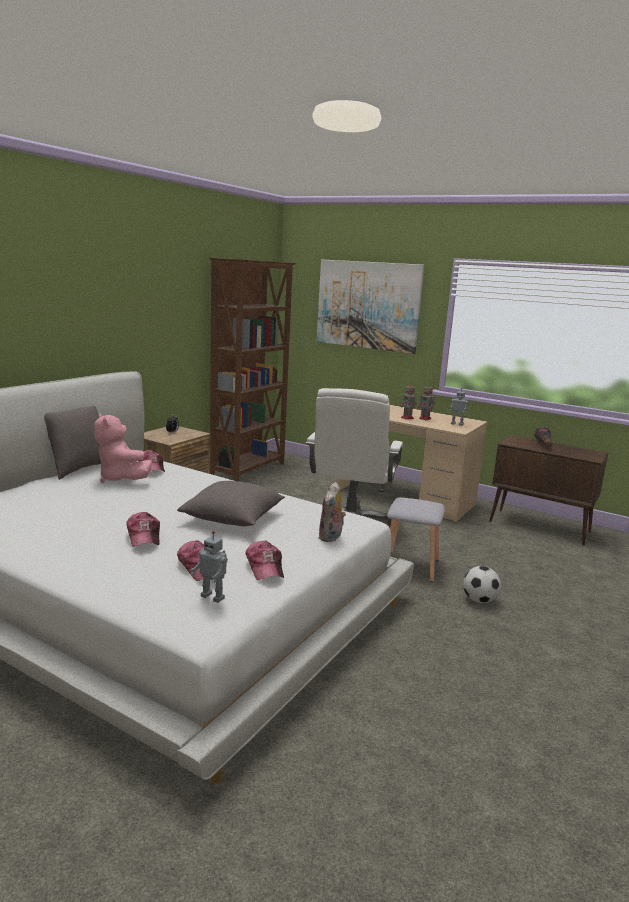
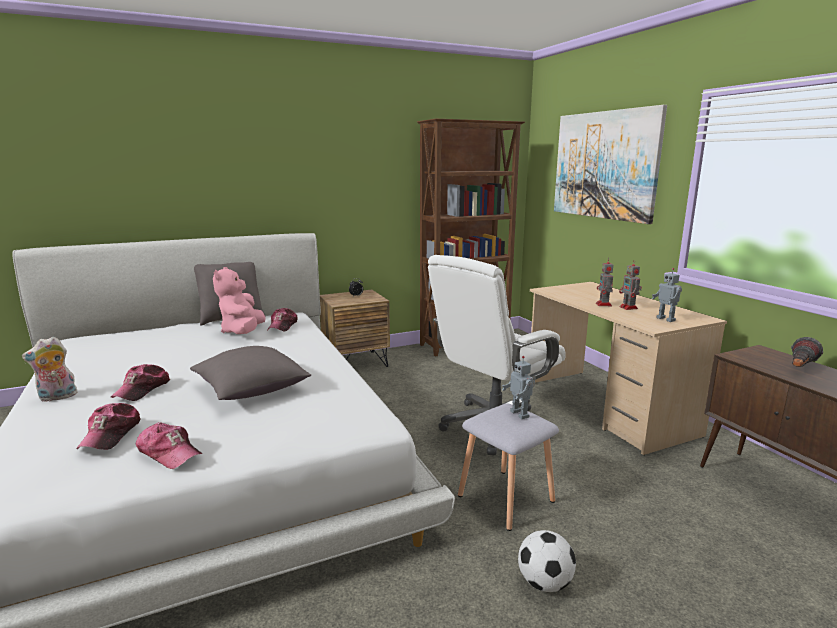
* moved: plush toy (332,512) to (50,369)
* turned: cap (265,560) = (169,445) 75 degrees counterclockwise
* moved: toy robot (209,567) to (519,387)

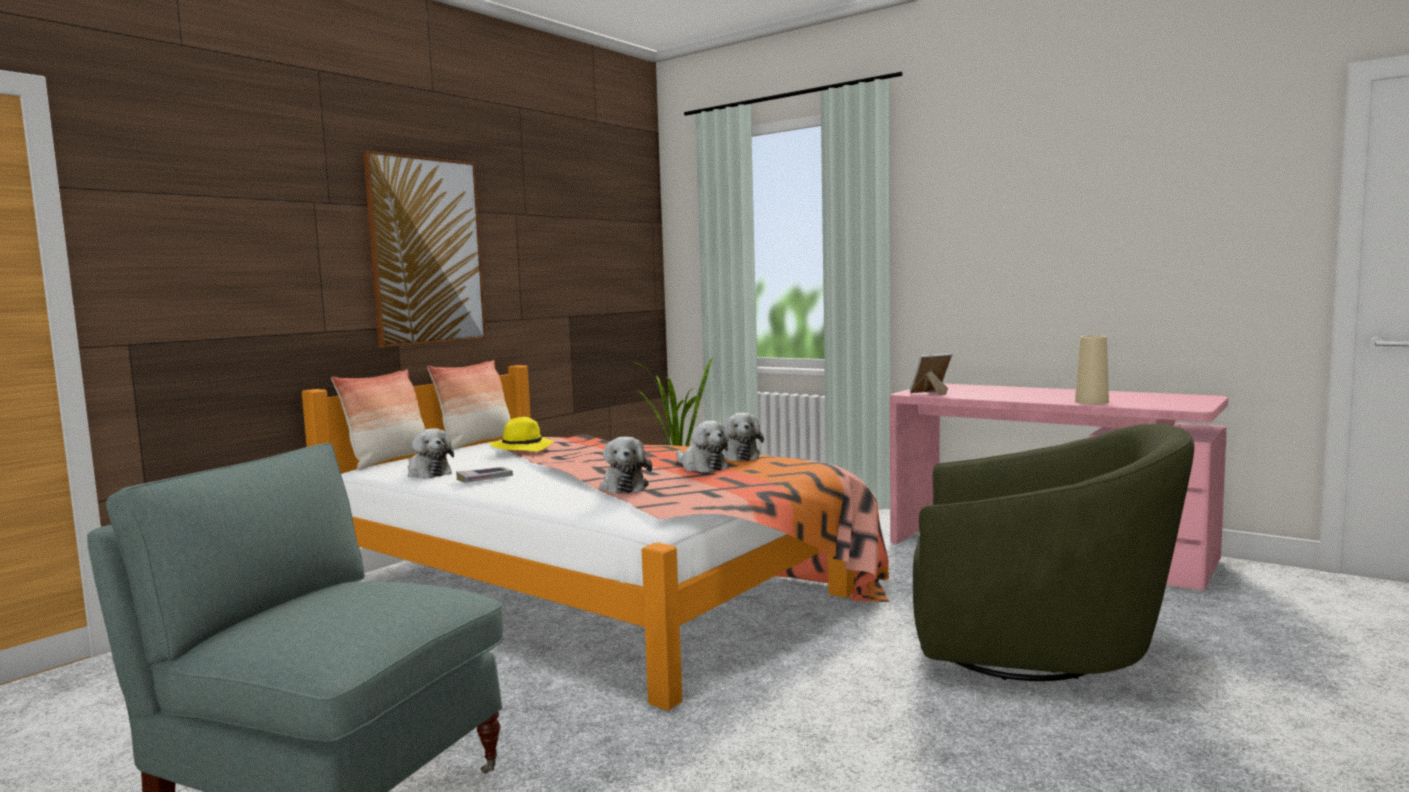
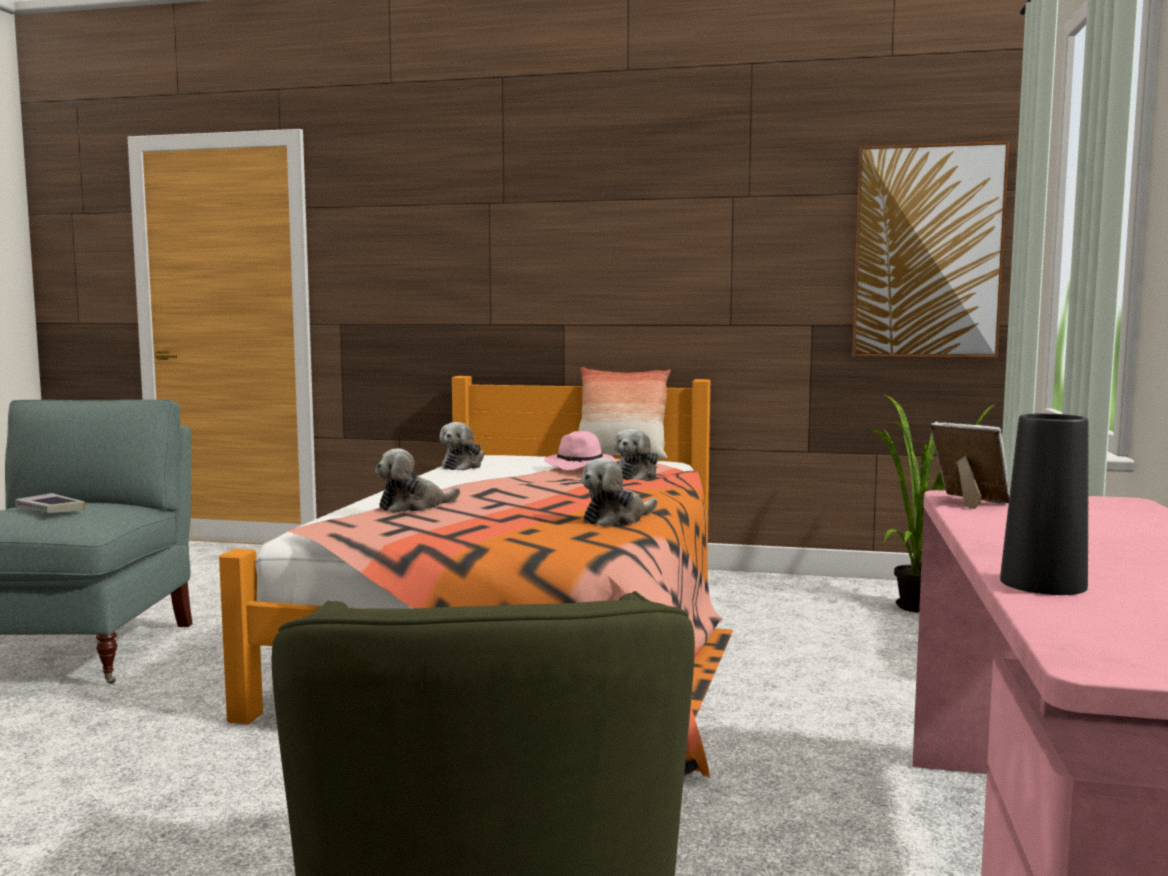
* moved: book (484,475) to (50,503)
* recoloured: yellow hat (522,434) to pink hat (580,450)
* moved: plush toy (702,446) to (636,454)
* moved: picture (424,249) to (930,249)
* recoloured: beige vase (1092,370) to black vase (1044,504)
* removed: pillow (378,419)

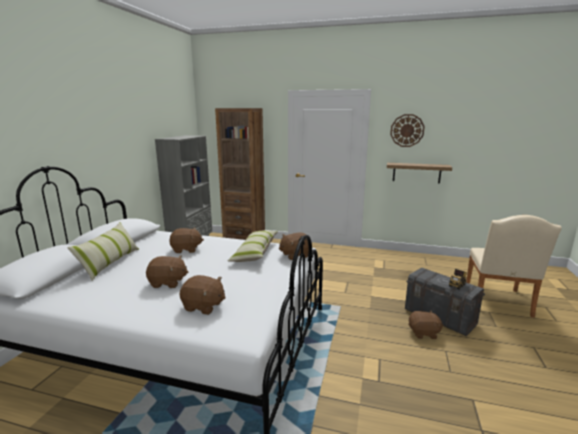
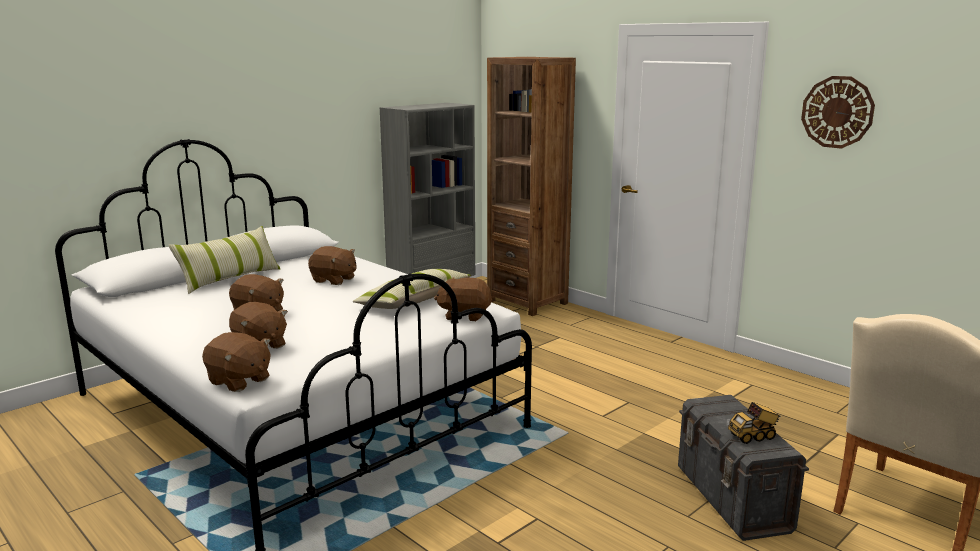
* moved: brown plush toy (426,325) to (236,362)
* removed: shelf (419,173)

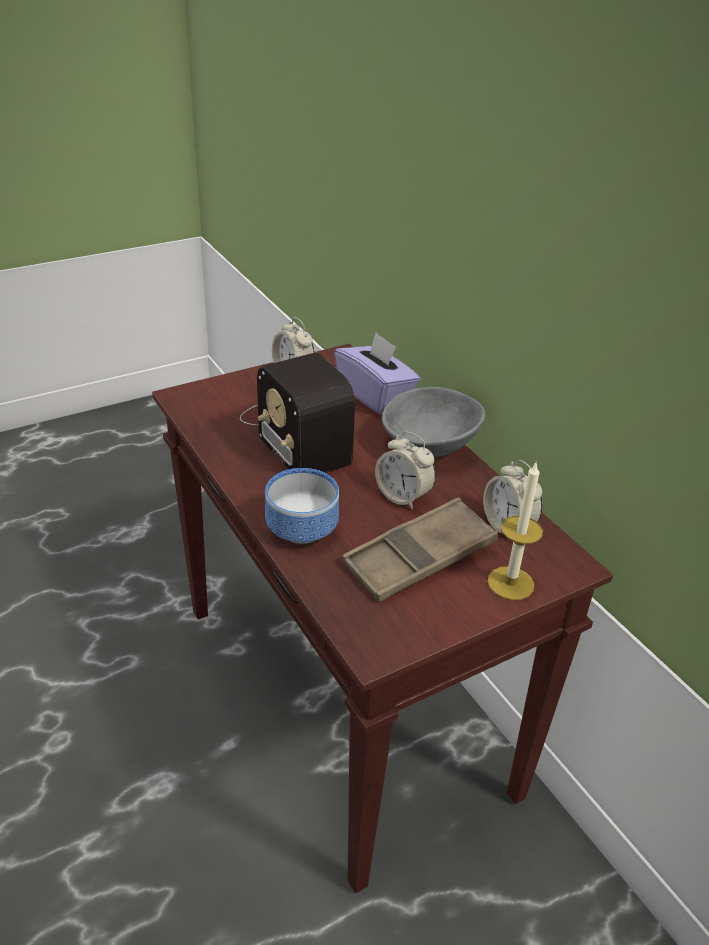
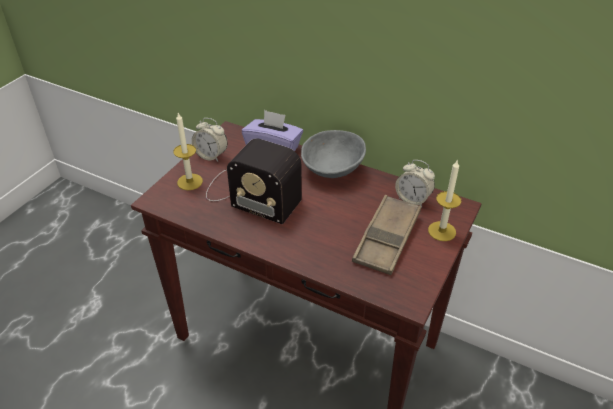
* added: candle (188,151)
* removed: bowl (302,506)
* removed: alarm clock (405,470)

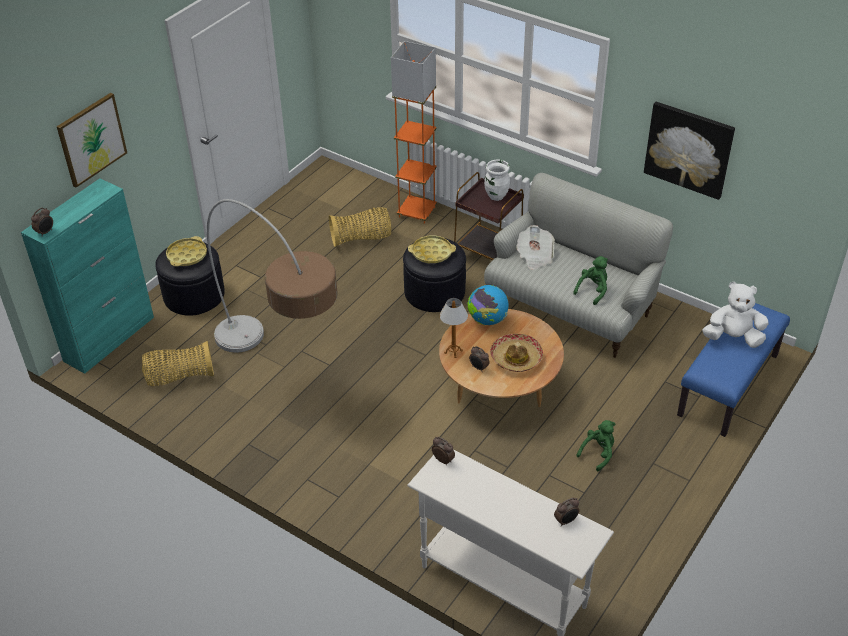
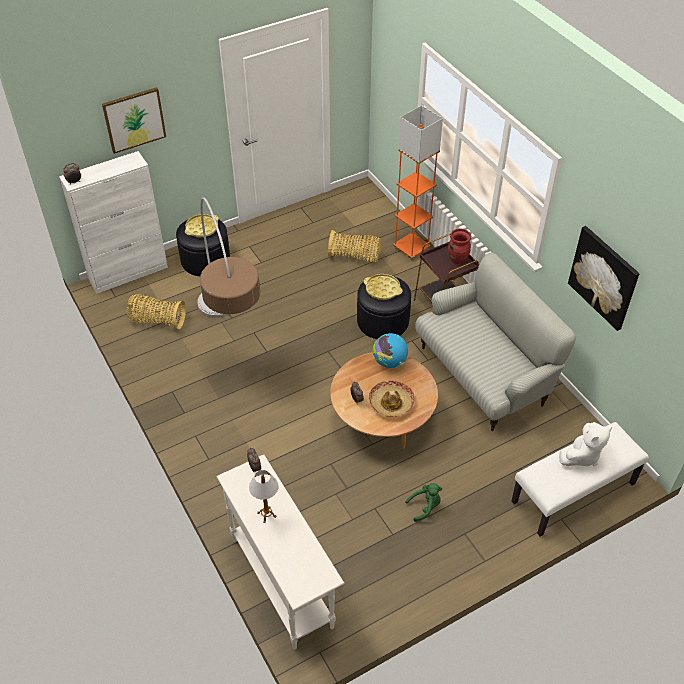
* recoloured: turquoise cabinet (87,276) to white cabinet (113,222)
* moved: table lamp (454,328) to (264,496)
* recoloured: white vase (497,180) to red vase (459,246)
* recoloured: blue bench (733,370) to white bench (580,479)
* turned: white plush toy (735,315) = (585,444) 105 degrees clockwise
* removed: newspaper (535,247)
* removed: alarm clock (566,512)
* removed: green plush toy (590,280)

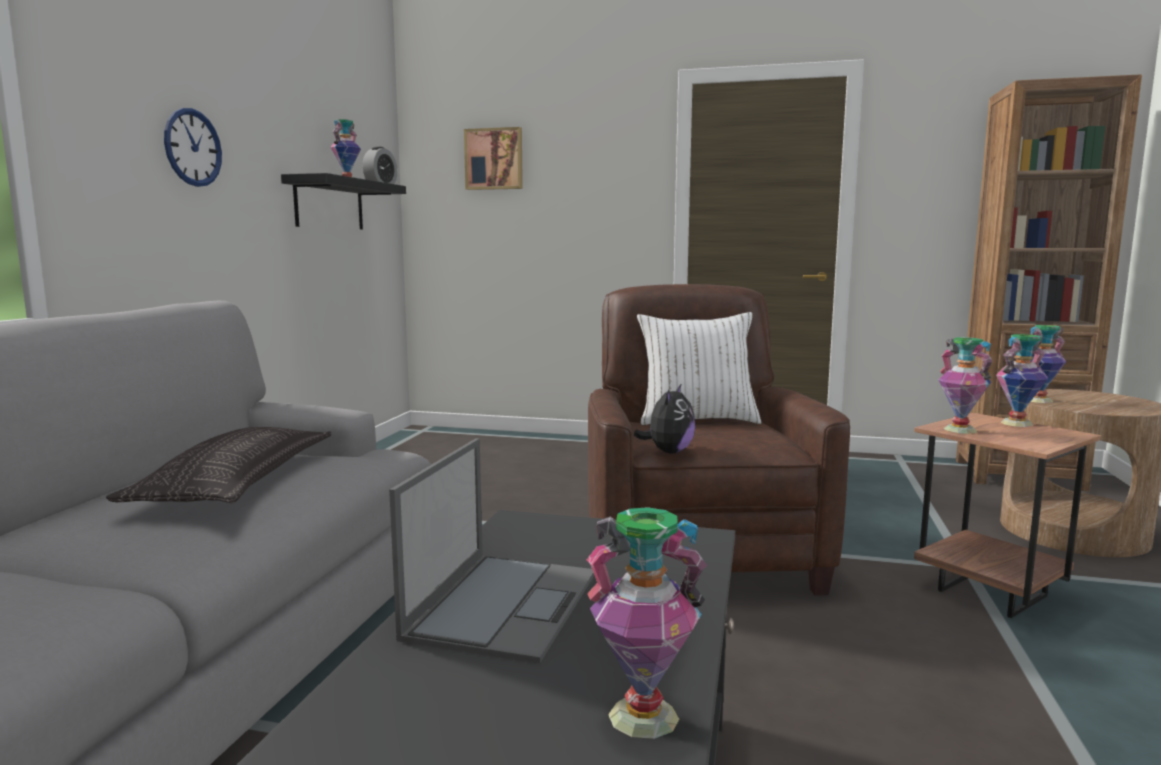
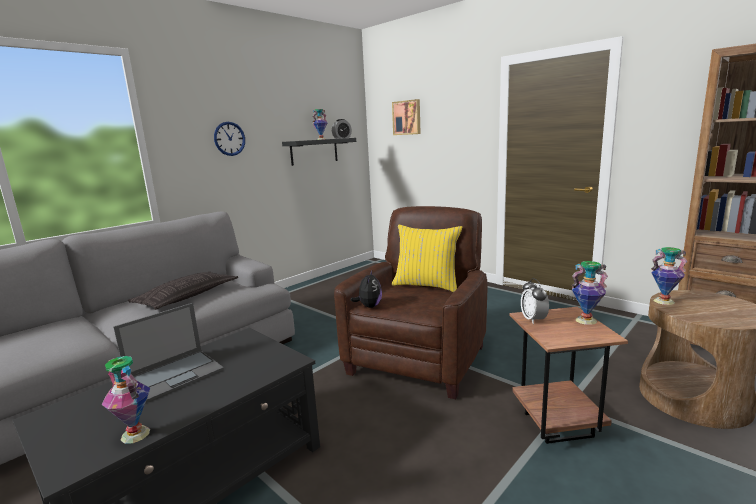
* turned: plush toy (665,418) = (366,289) 45 degrees counterclockwise
* recoloured: white pillow (699,368) to yellow pillow (427,258)
* replaced: vase (966,385) to alarm clock (535,301)

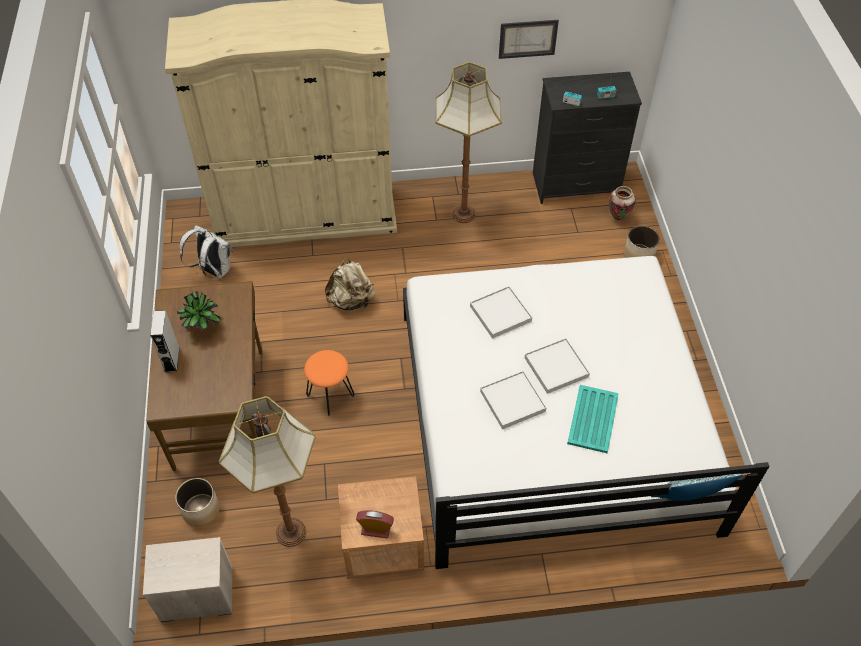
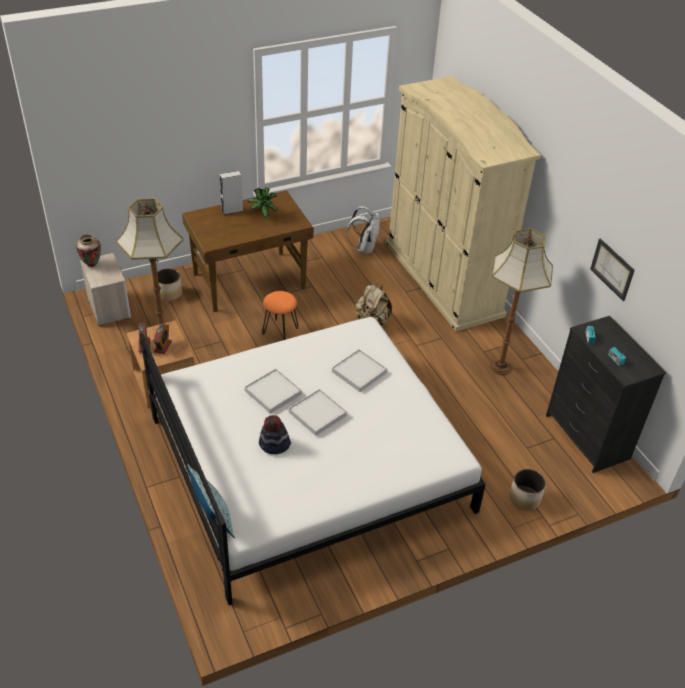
* moved: vase (622,203) to (88,250)
* added: alarm clock (162,339)
* replaced: turquoise tray (593,419) to hat (275,434)

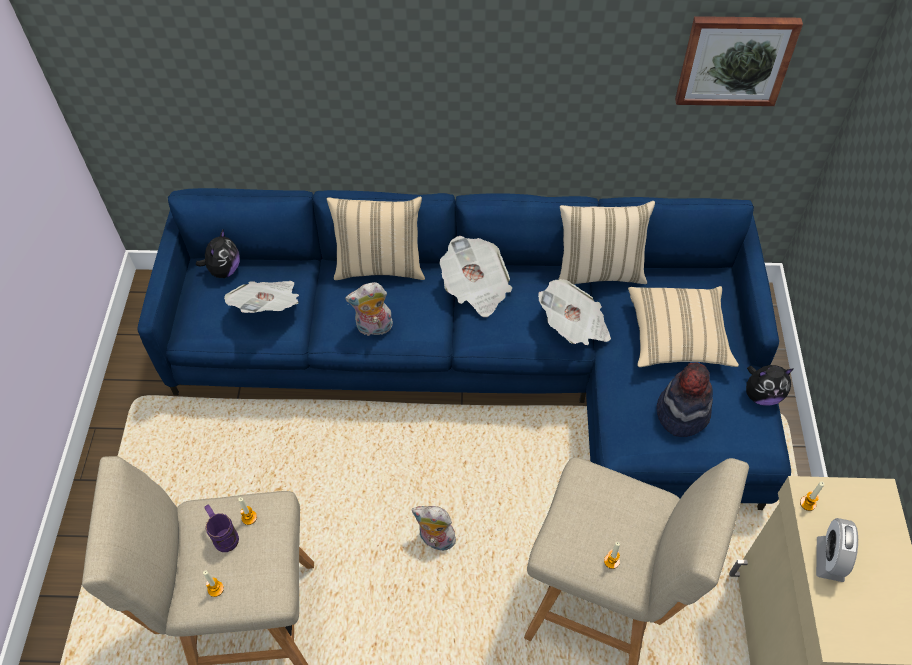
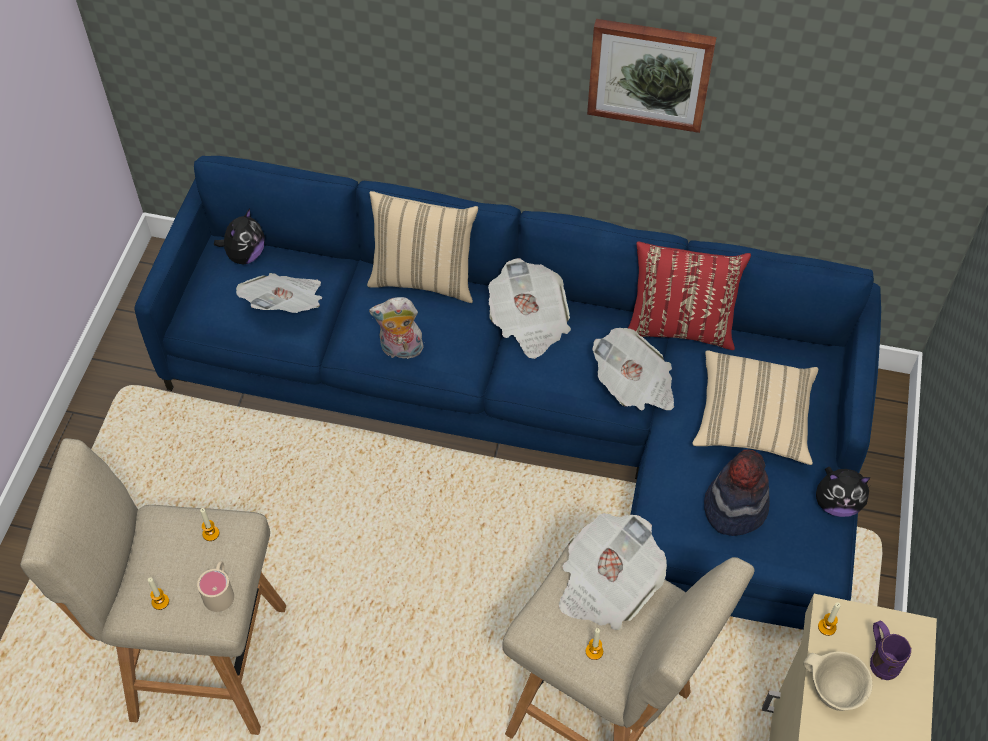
* added: beige mug (215,586)
* added: newspaper (613,571)
* moved: picture (739,61) to (652,76)
* recoloured: beige pillow (607,242) to red pillow (689,296)
* replaced: alarm clock (837,550) to beige bowl (838,681)
* moved: purple mug (221,528) to (890,650)
* removed: plush toy (434,528)

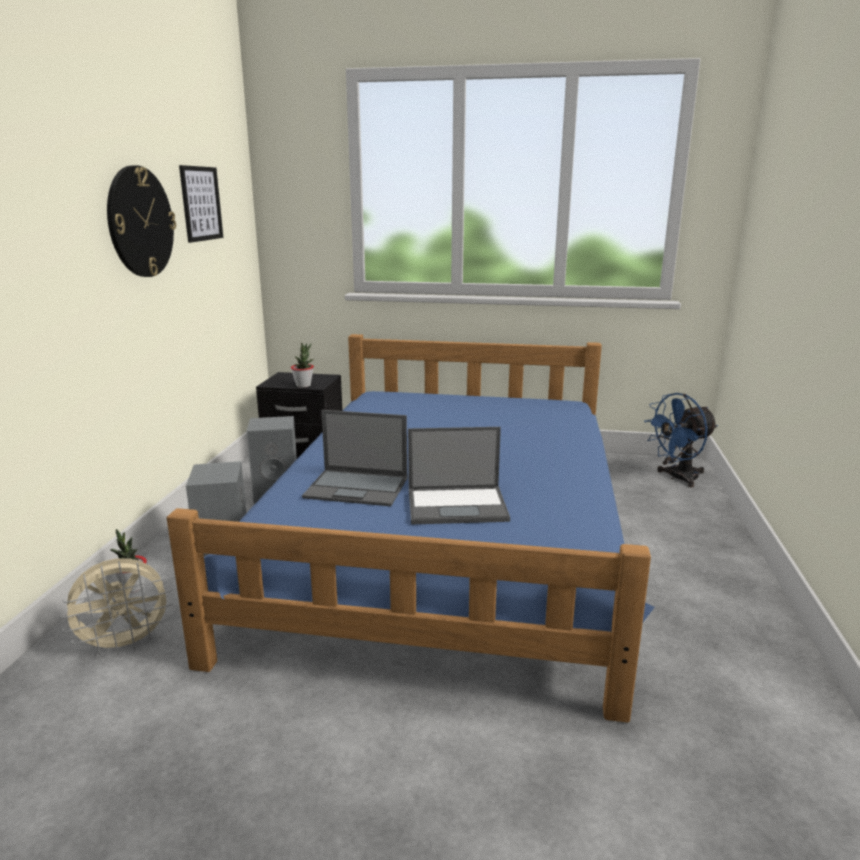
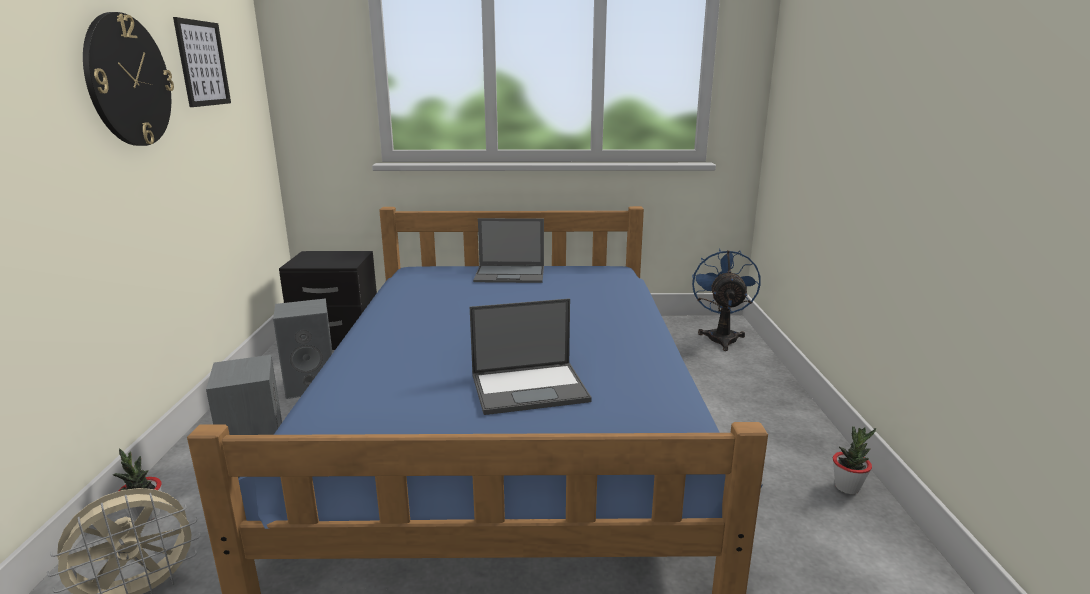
* moved: laptop (355,458) to (508,250)
* turned: blue fan (681,440) = (726,299) 135 degrees clockwise
* moved: potted plant (302,365) to (854,460)

